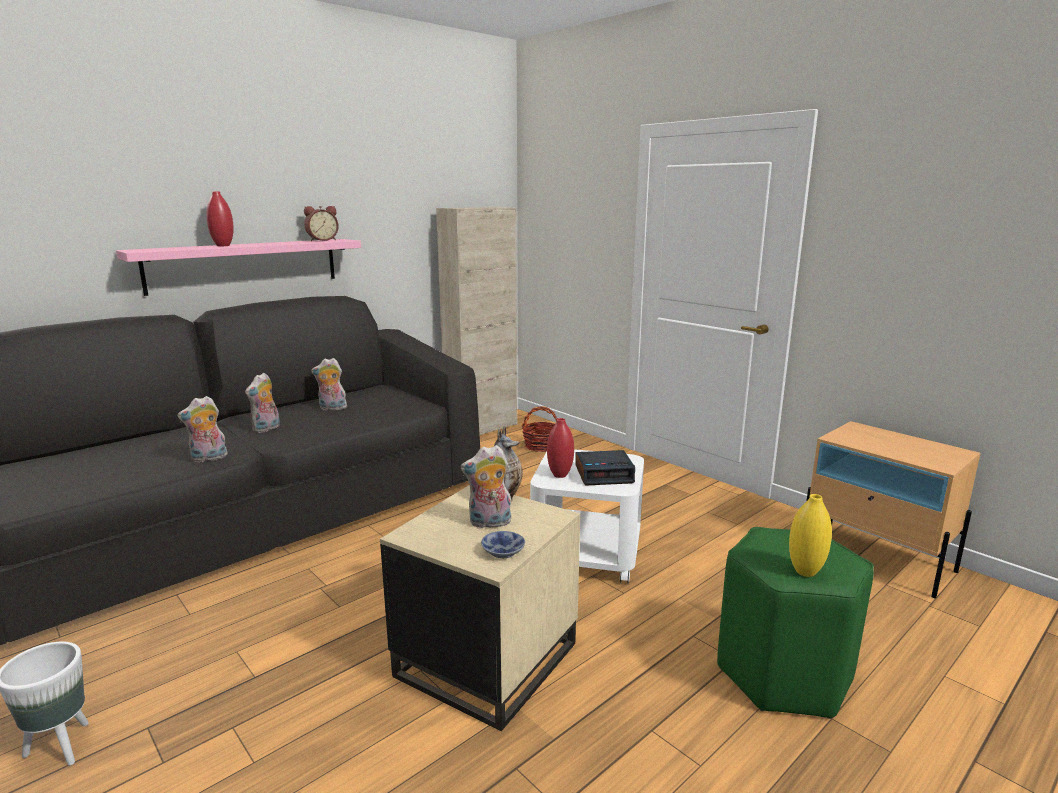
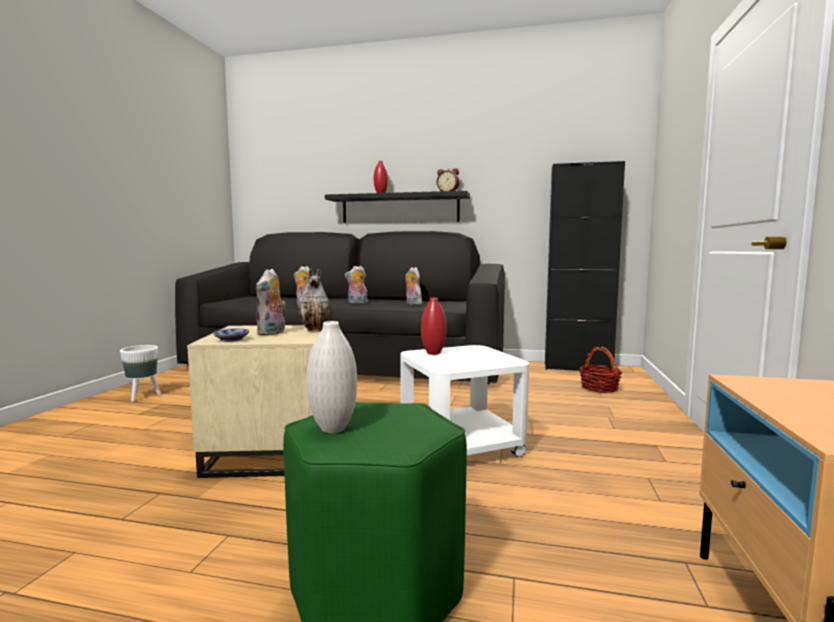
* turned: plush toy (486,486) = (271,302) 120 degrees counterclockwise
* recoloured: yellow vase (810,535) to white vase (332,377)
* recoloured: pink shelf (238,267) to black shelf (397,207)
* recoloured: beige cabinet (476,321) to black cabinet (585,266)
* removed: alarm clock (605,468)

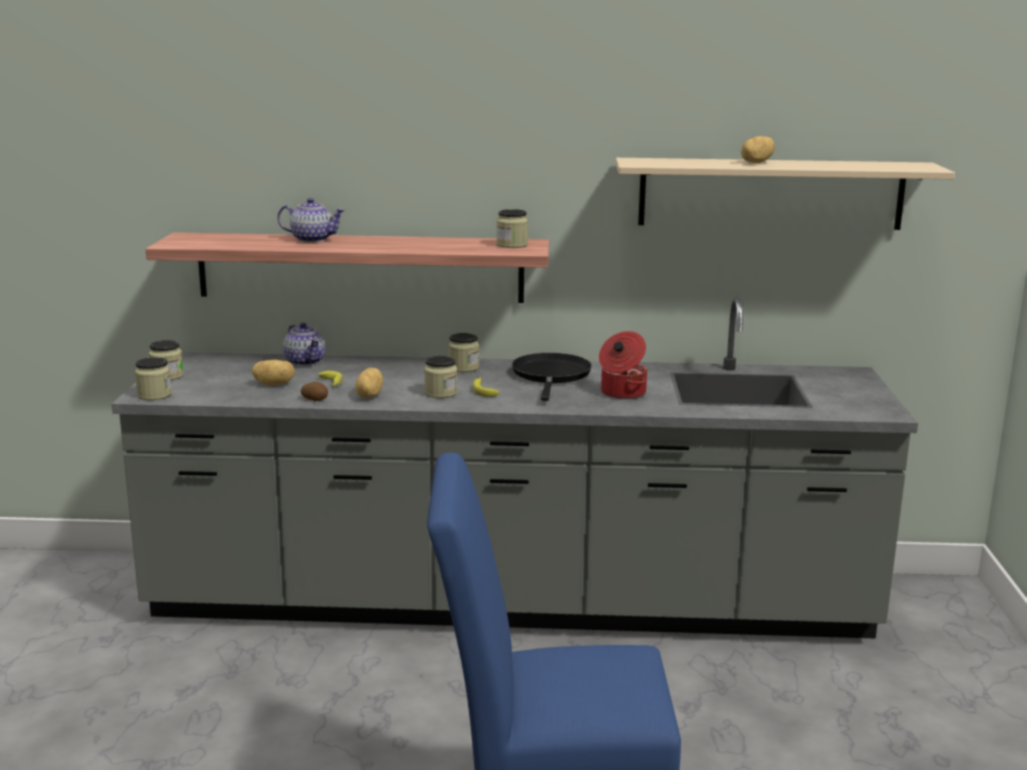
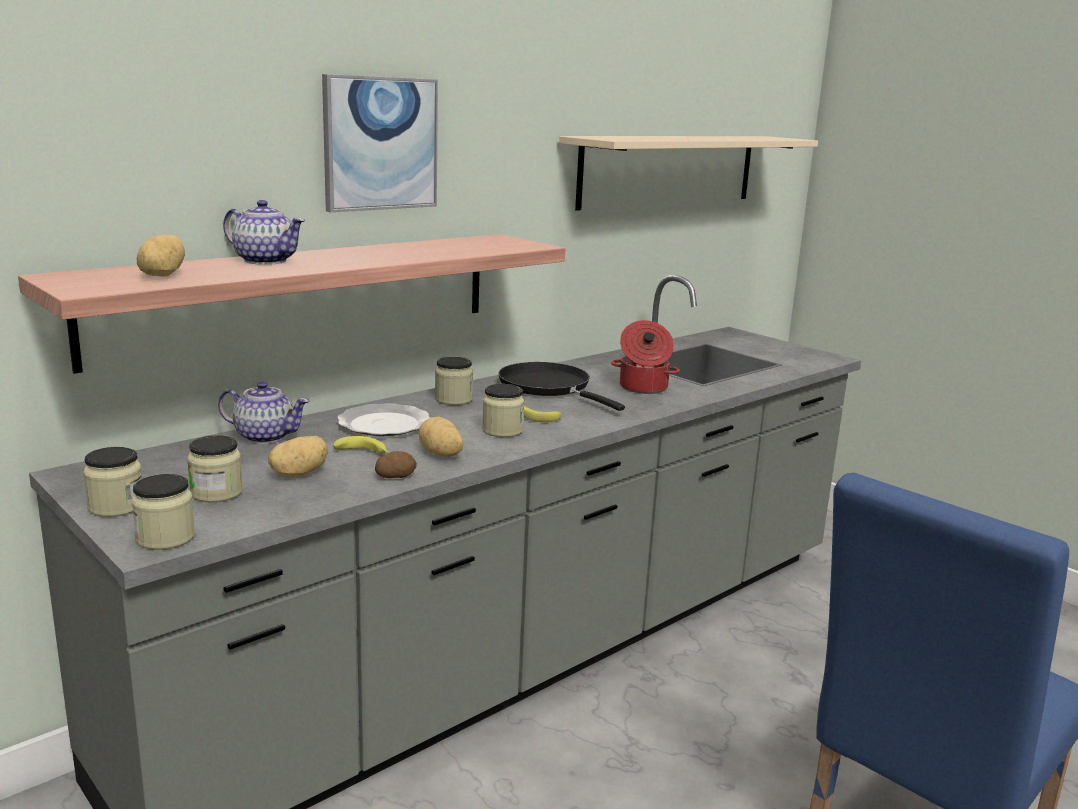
* moved: potato (758,149) to (161,256)
* moved: jar (512,228) to (215,468)
* turned: teapot (311,220) = (264,232) 60 degrees clockwise
* added: picture (380,143)
* added: plate (383,419)

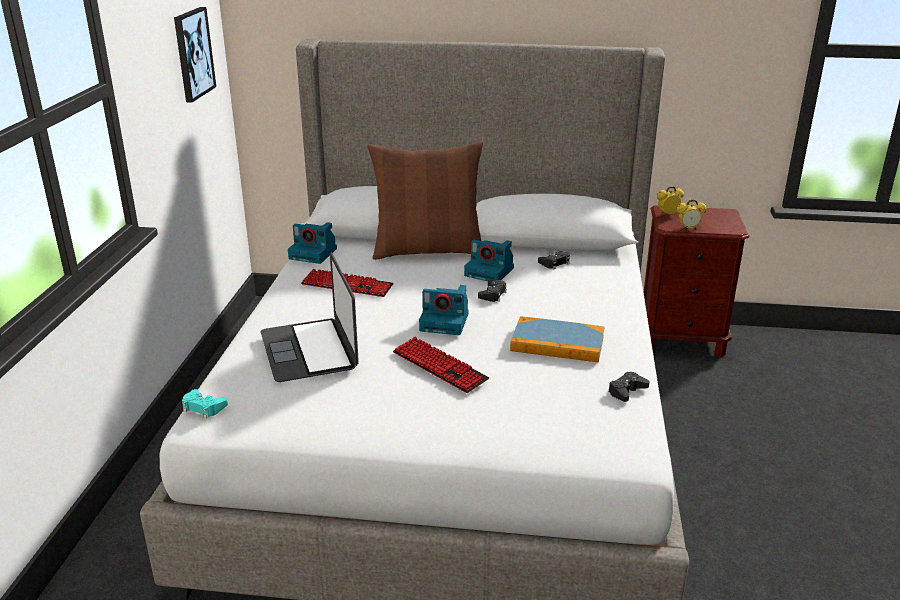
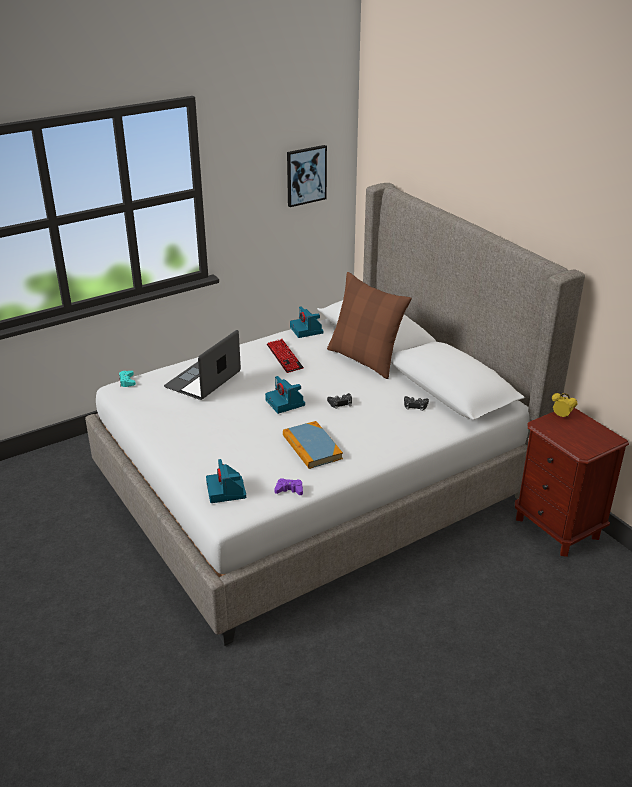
* moved: photo camera (489,260) to (226,481)
* recoloured: black game controller (629,387) to purple game controller (288,486)
* removed: keyboard (441,365)
* removed: alarm clock (692,215)

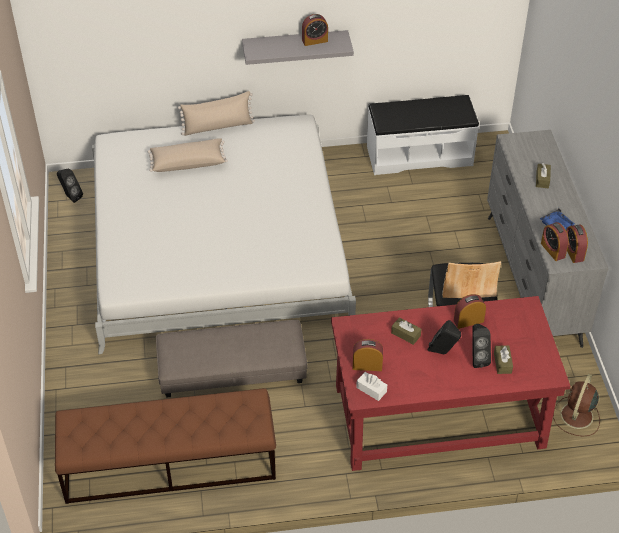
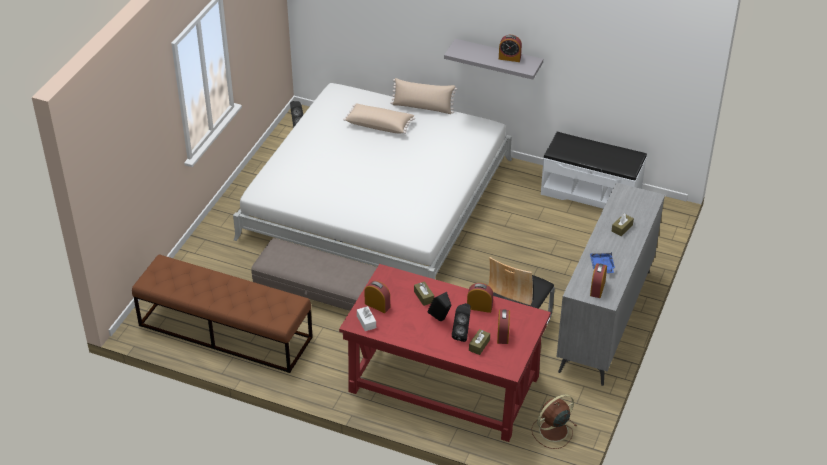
* moved: alarm clock (555,241) to (503,327)

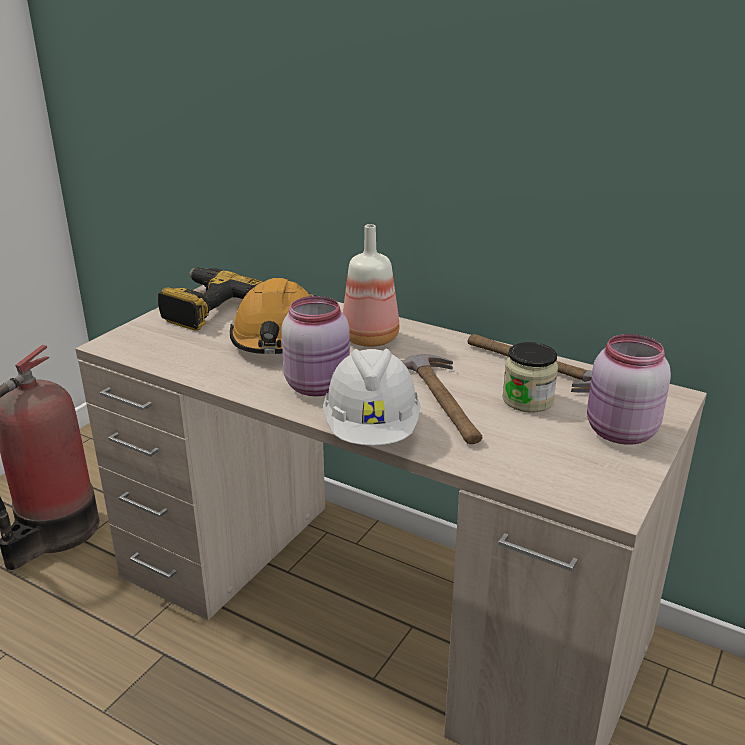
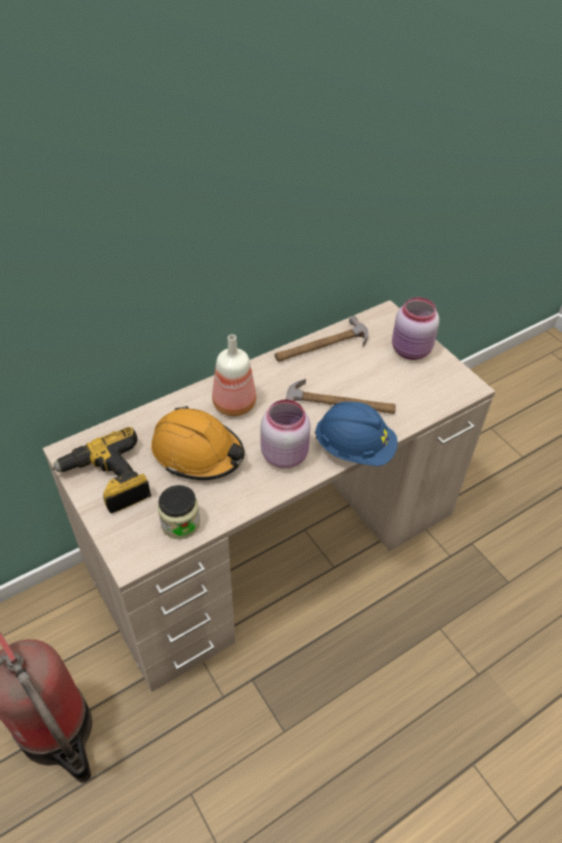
* moved: jar (530,377) to (179,512)
* recoloured: white hard hat (371,397) to blue hard hat (356,434)

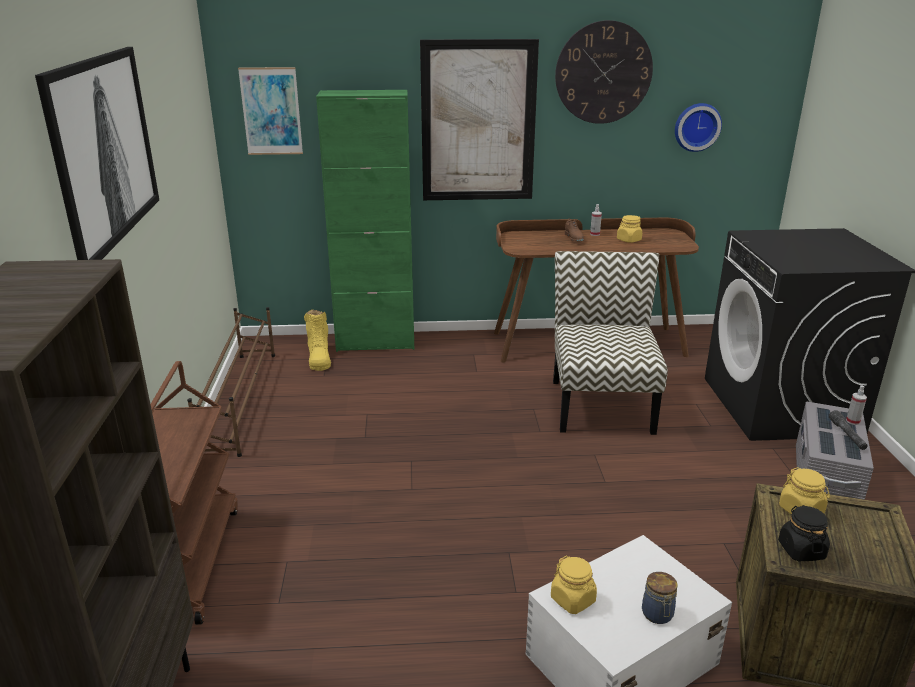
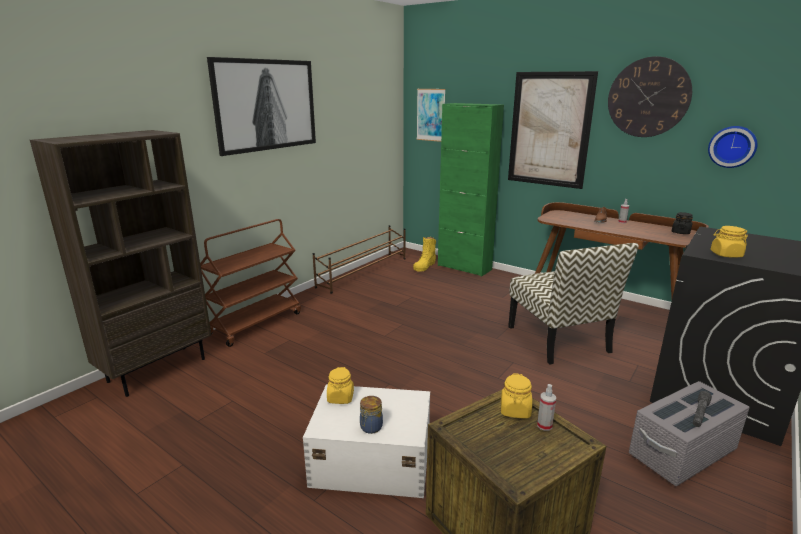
* turned: chair (610,343) = (573,303) 120 degrees clockwise
* moved: spray bottle (856,405) to (546,407)
* moved: black jar (804,533) to (682,223)
* moved: yellow jar (629,229) to (729,242)

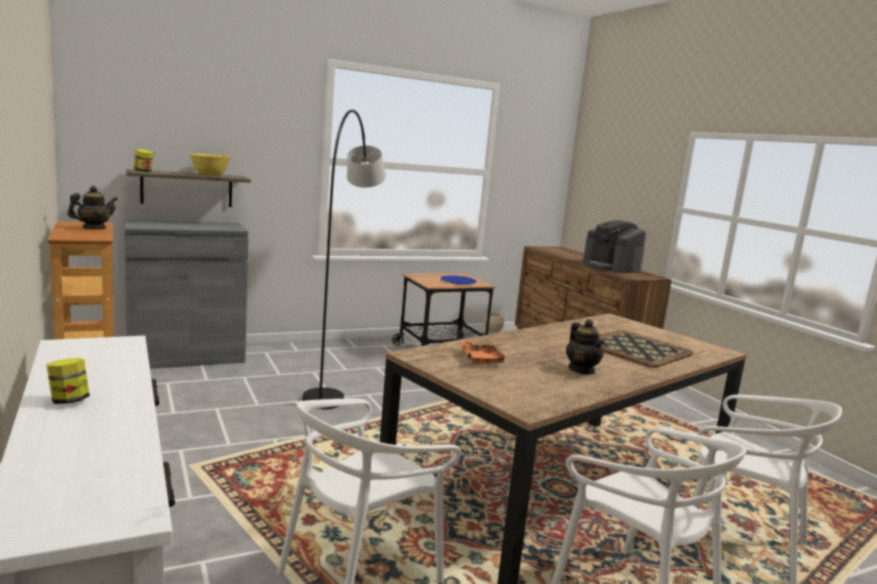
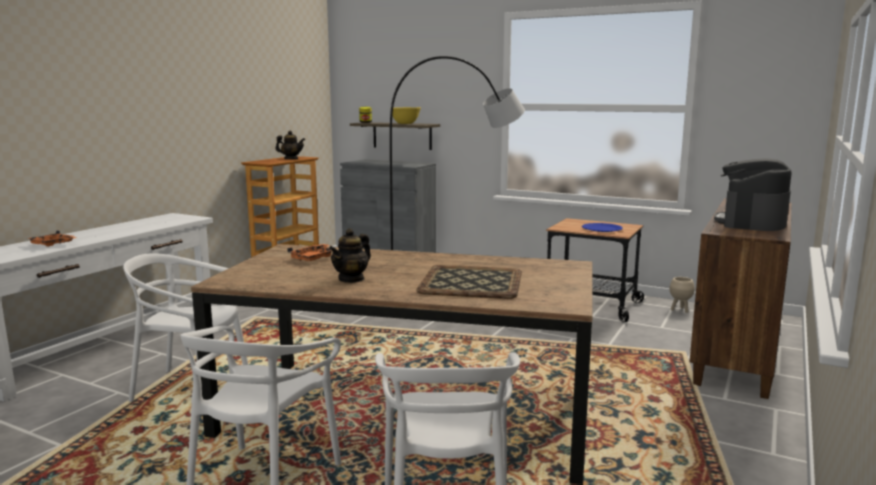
* added: orange tray (52,238)
* removed: jar (68,381)

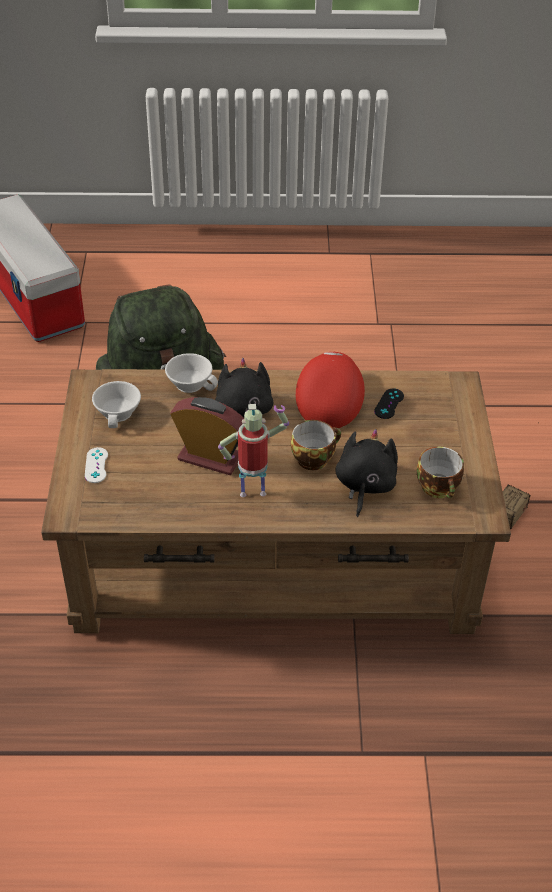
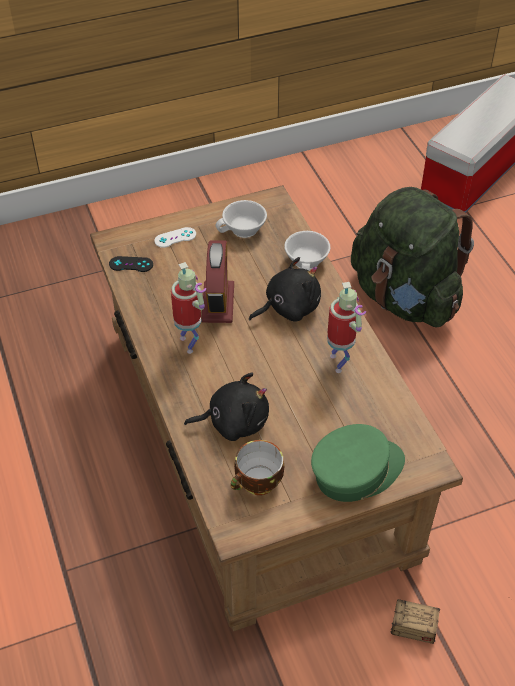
* moved: black game controller (389,403) to (131,264)
* added: green cap (358,463)
* replaced: red cap (330,390) to toy robot (346,327)
* removed: cup (316,445)

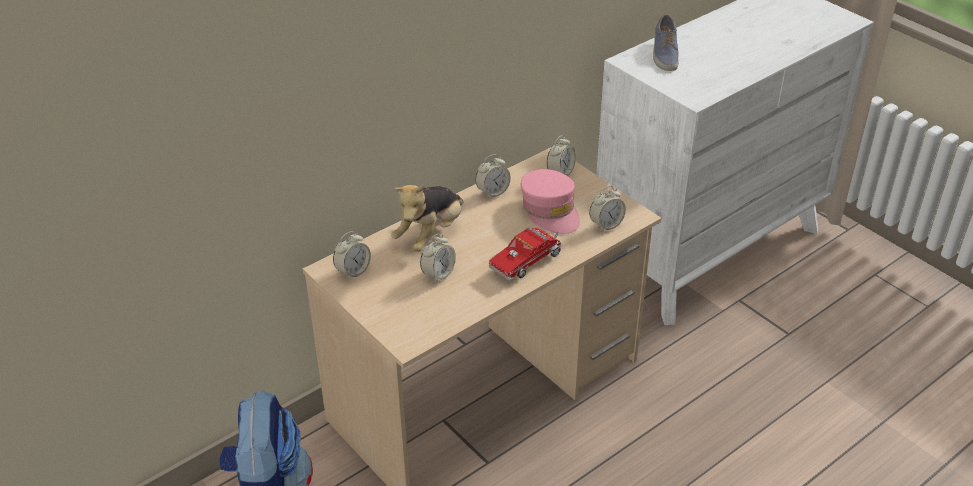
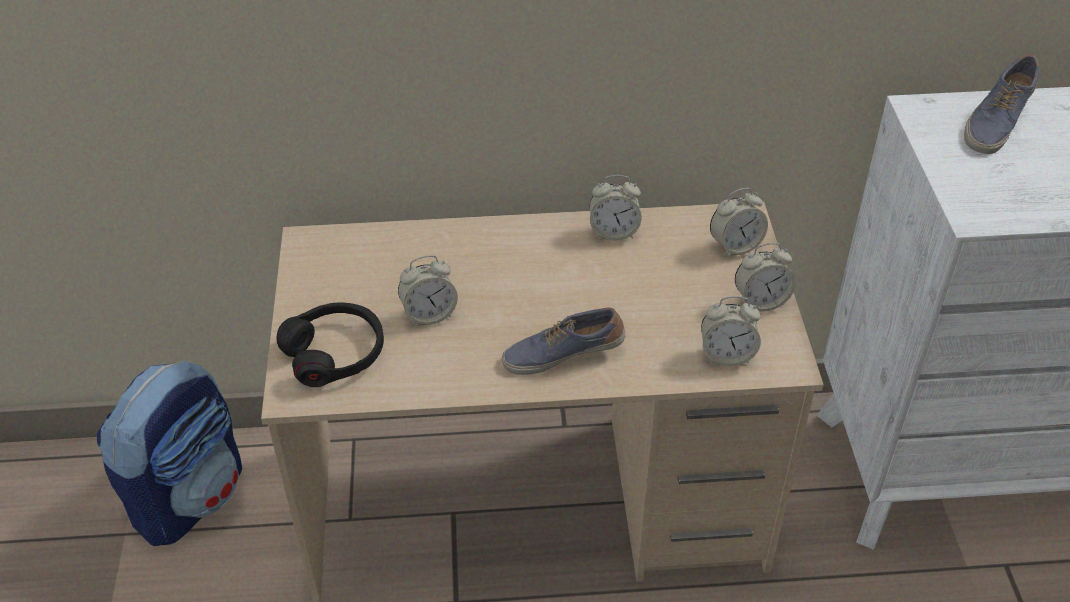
* added: black headphones (330,344)
* replaced: toy truck (525,254) to shoe (564,341)
* moved: alarm clock (352,255) to (765,277)
* removed: plush toy (427,218)
* removed: pink cap (550,201)

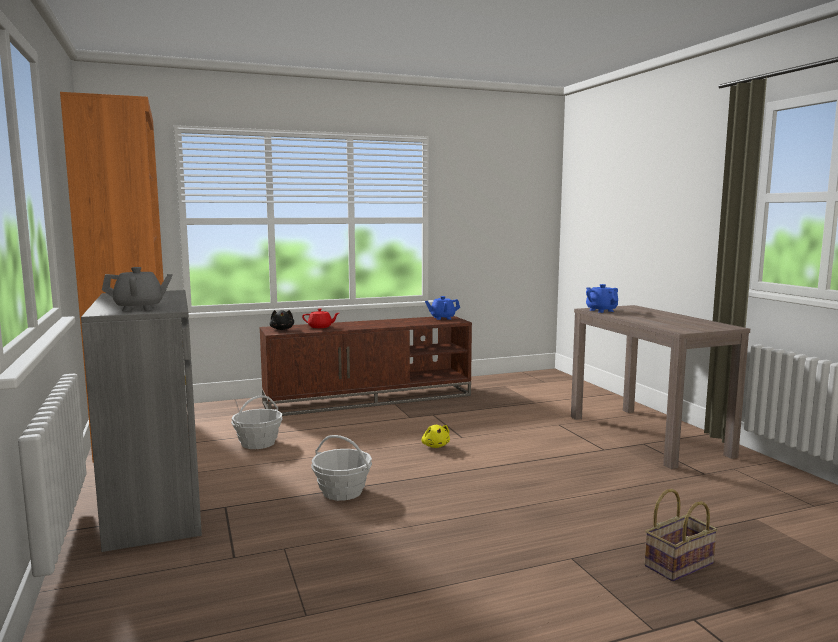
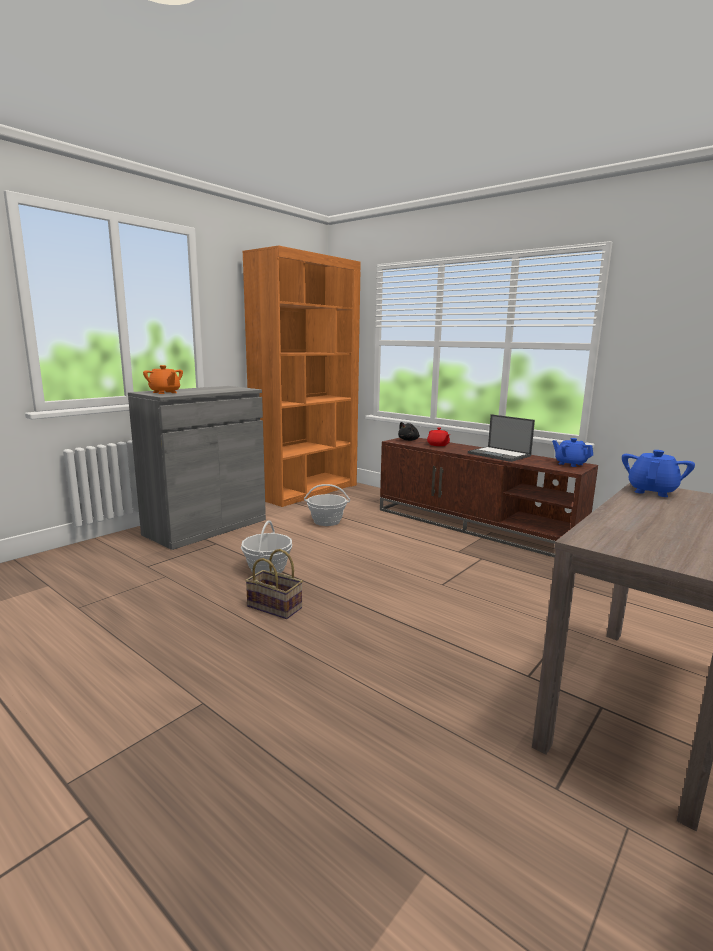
* recoloured: grey teapot (137,289) to orange teapot (163,379)
* moved: basket (681,535) to (274,584)
* added: laptop (501,438)
* removed: yellow plush toy (436,436)

